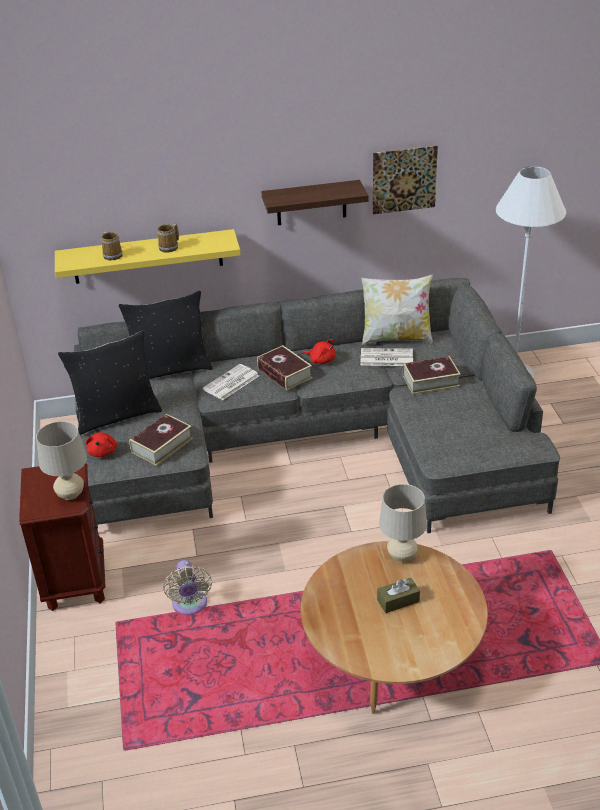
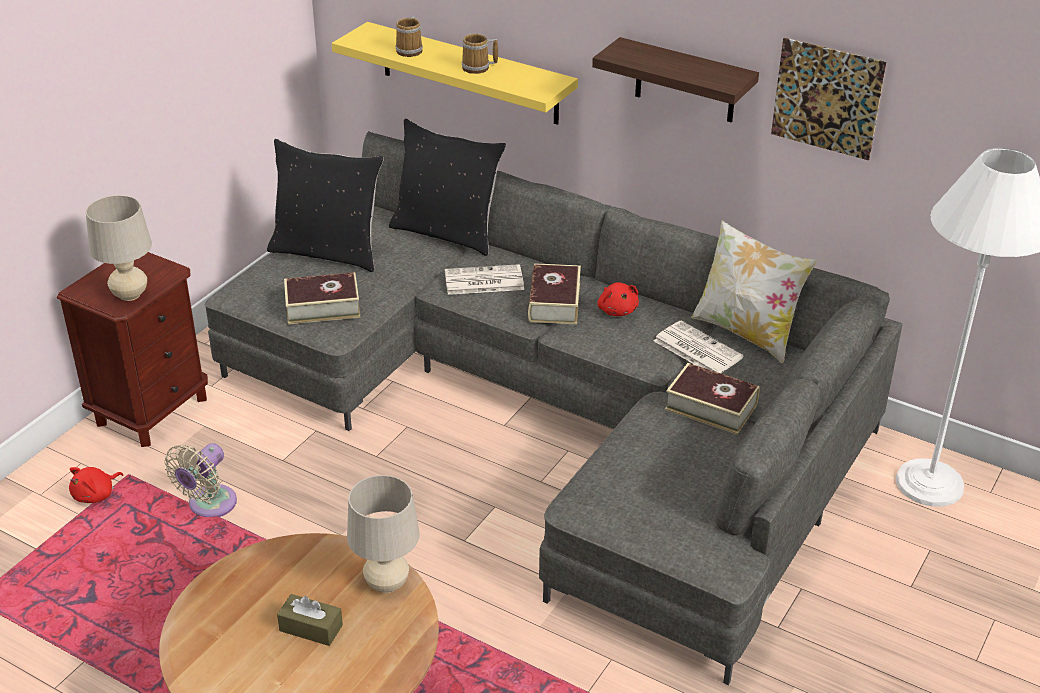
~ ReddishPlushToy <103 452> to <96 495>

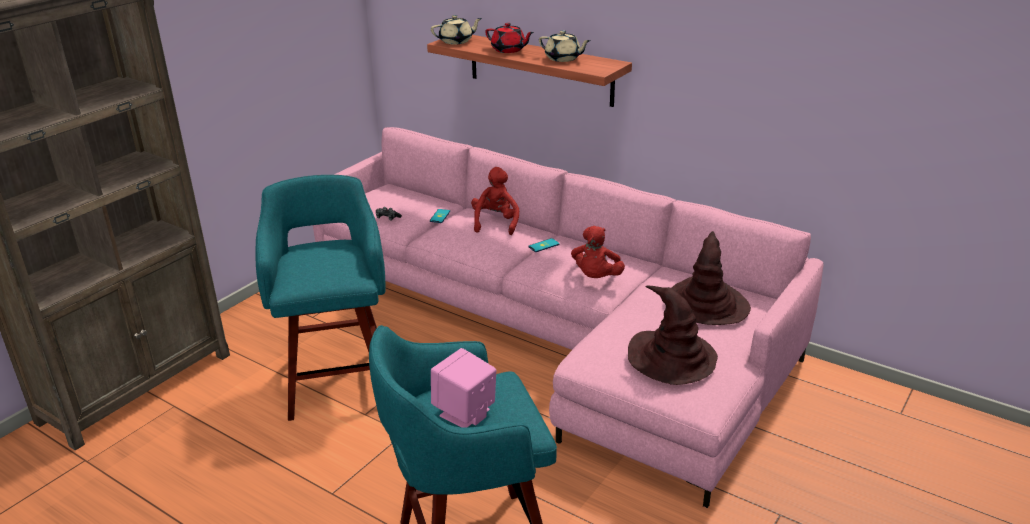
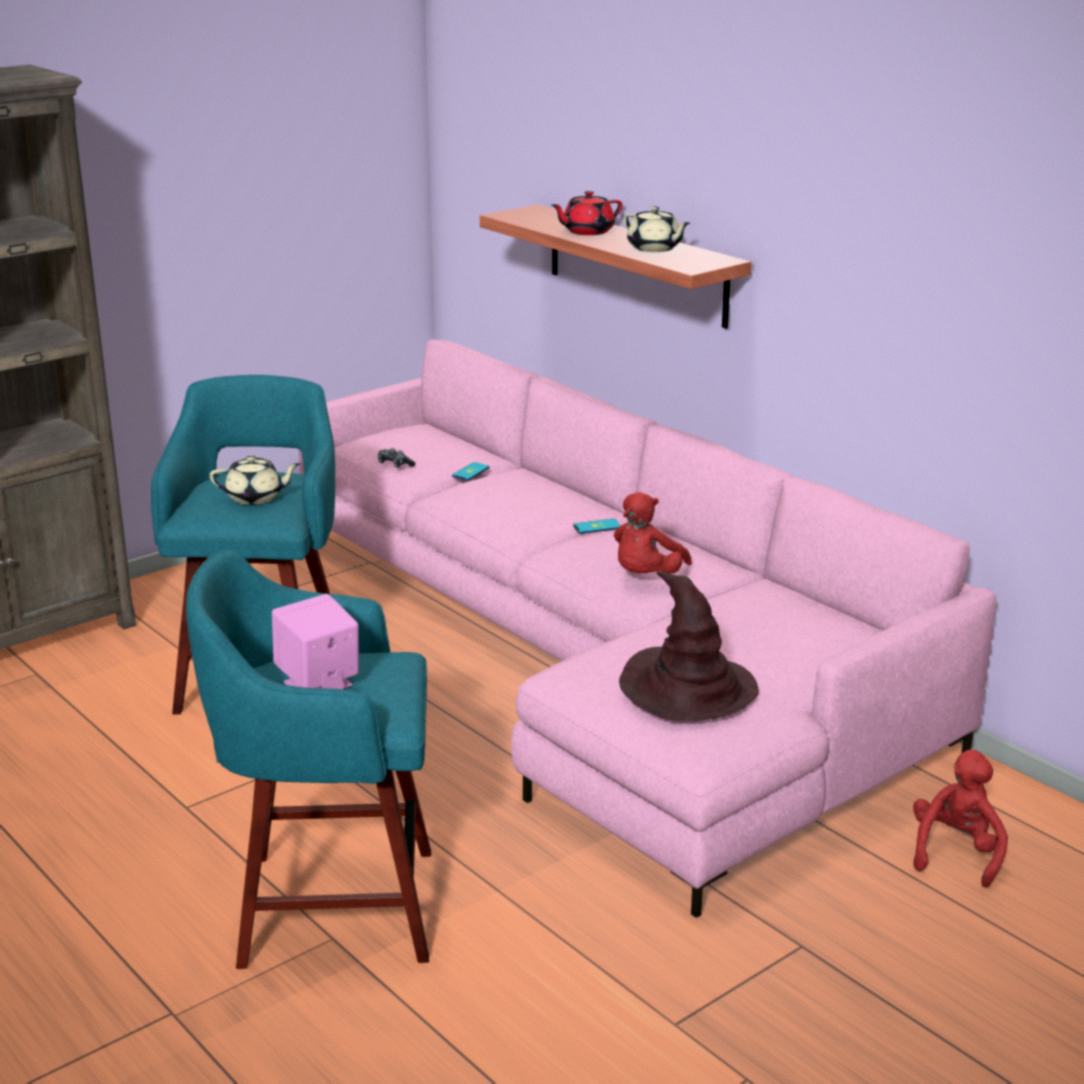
~ BeigeColouredPotForTea <456 41> to <255 497>
~ ReddishPotForTea <509 50> = <587 231> 105 degrees clockwise
~ ReddishPlushToy <496 223> to <956 853>
- BrownishHat <706 304>

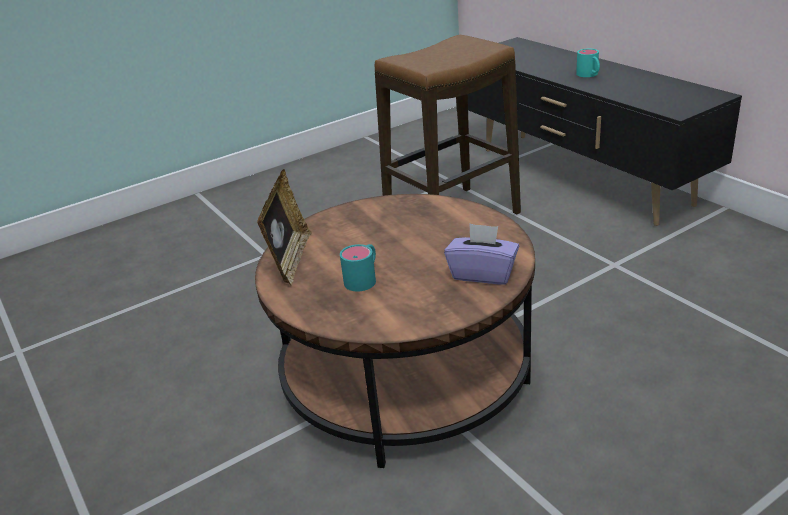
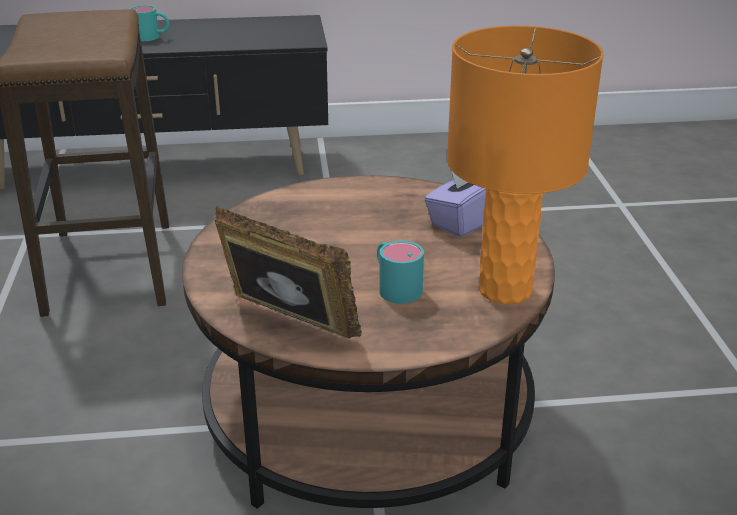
+ OrangeColouredTableLamp <505 289>

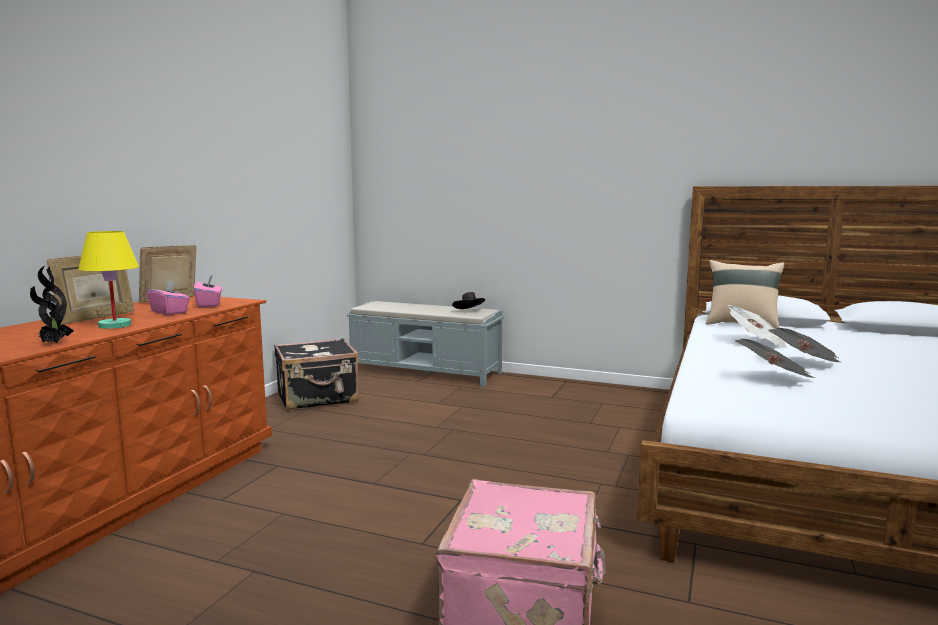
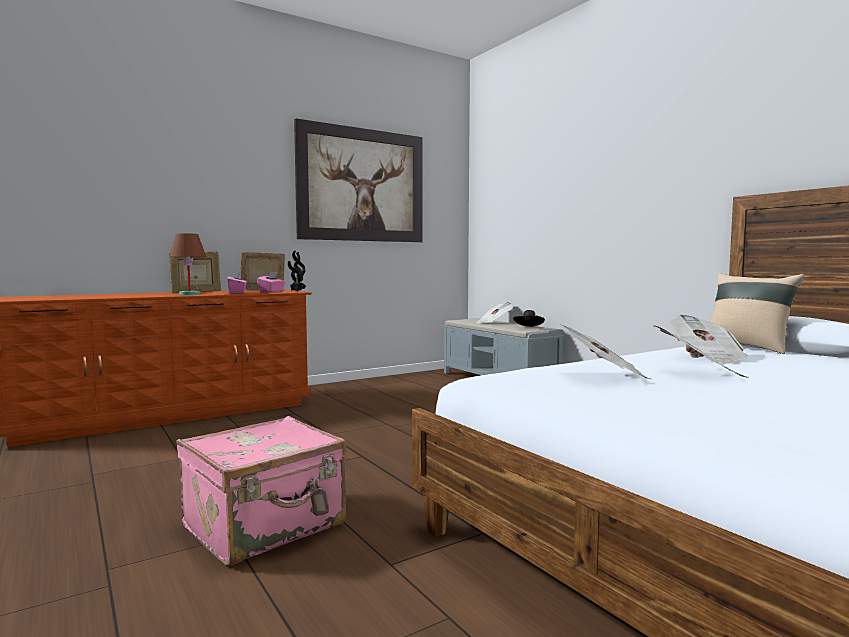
~ YellowishTableLamp <114 325> to BrownishTableLamp <189 294>
~ PottedPlant <54 343> to <297 292>
- BlackSuitcase <318 398>
+ WallPicture <362 185>
+ PrintedPaper <494 322>

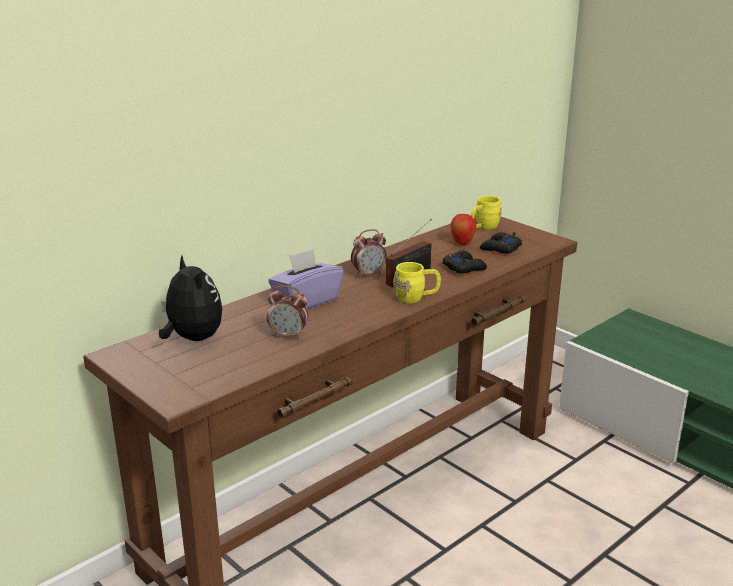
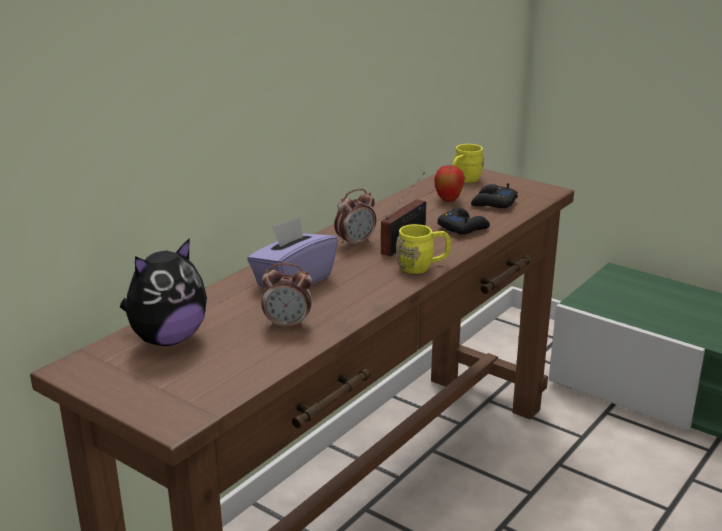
~ PlushToy <192 338> = <167 339> 90 degrees clockwise

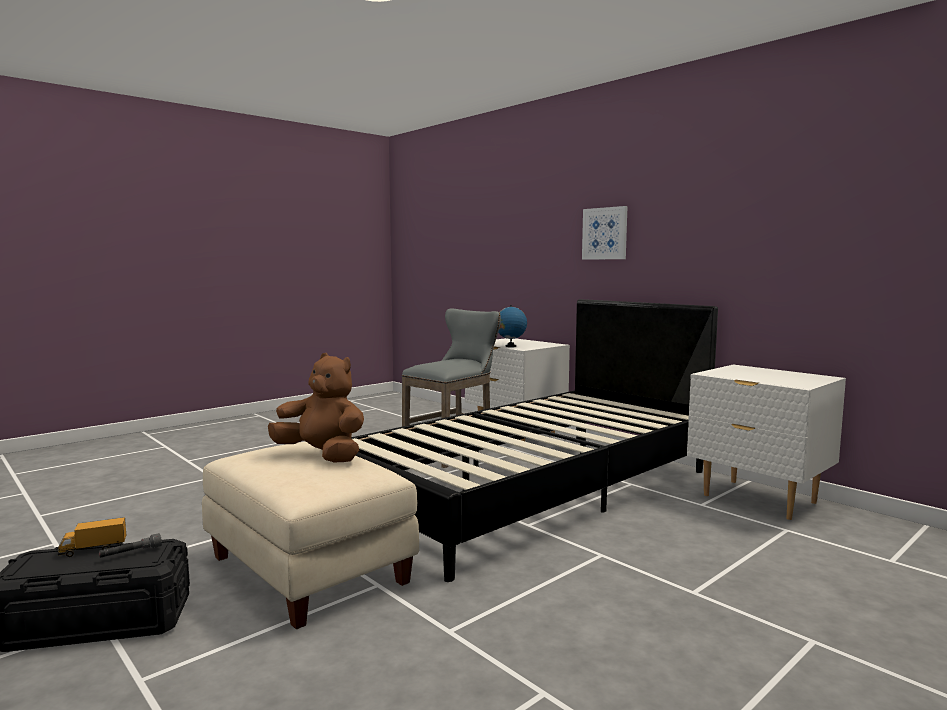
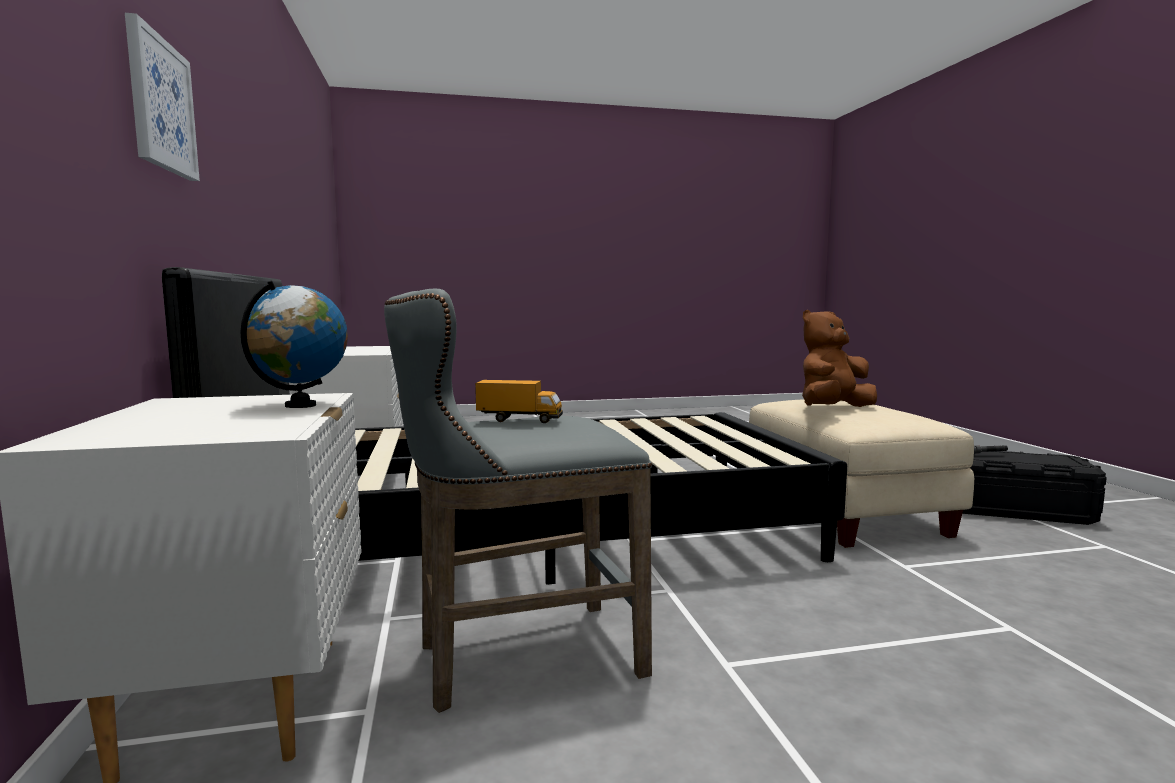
~ BrownishPlushToy <322 456> = <833 409> 90 degrees clockwise
~ ToyLorry <93 550> to <520 420>

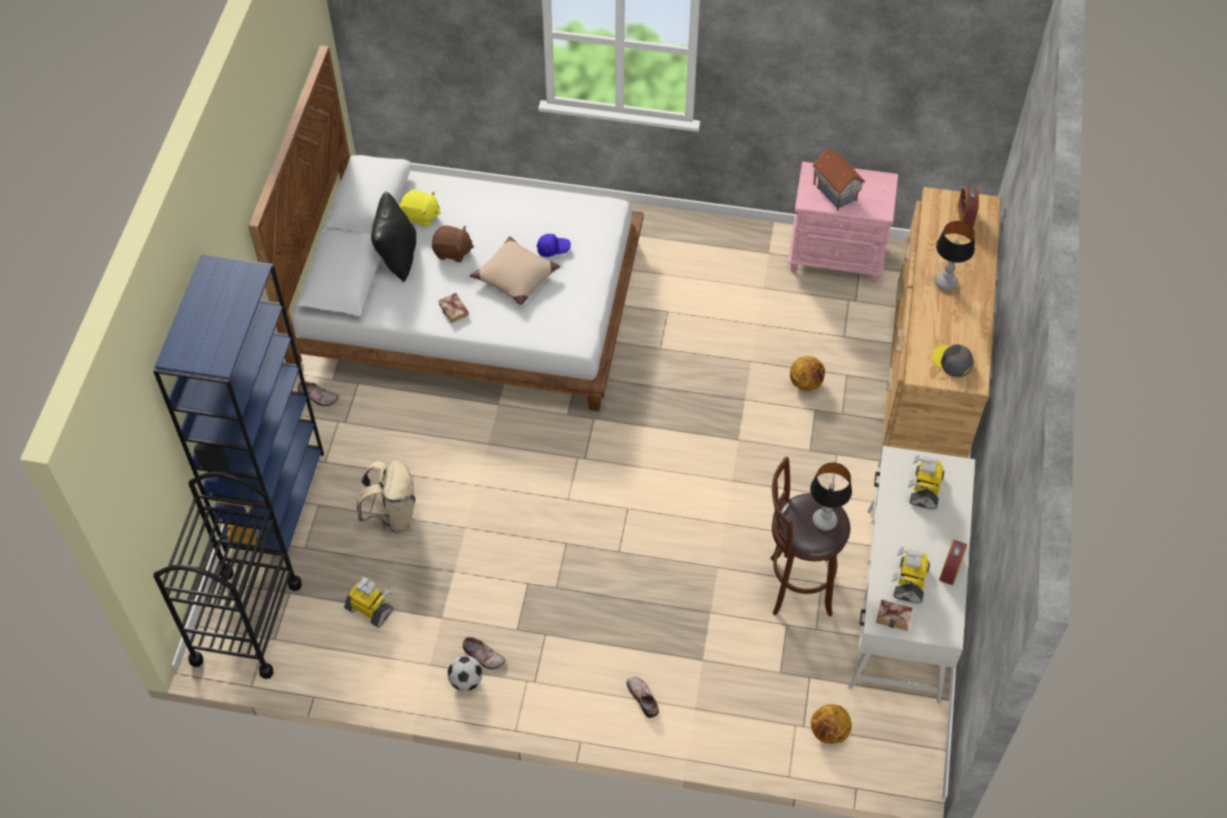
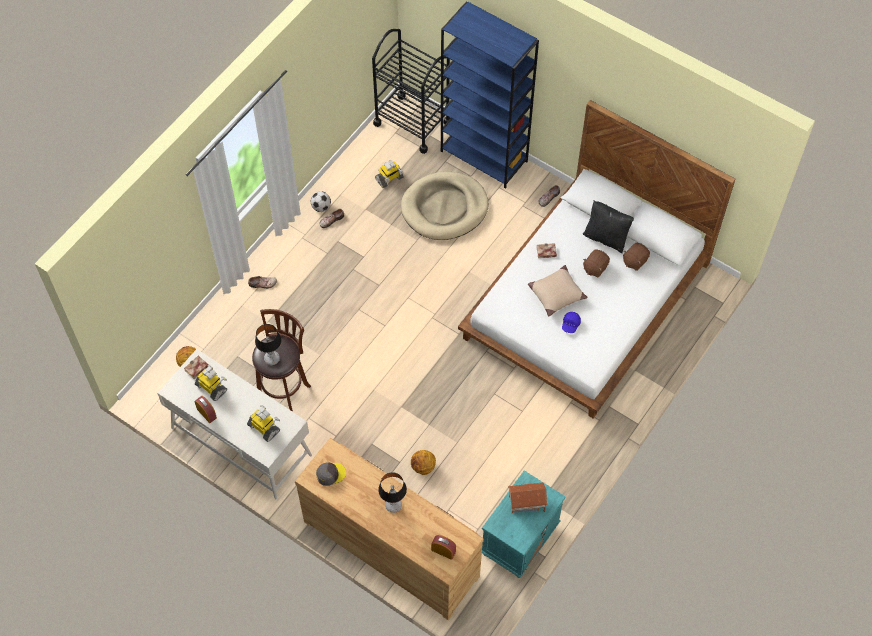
~ PinkBedsideTable <837 256> to TurquoiseColouredBedsideTable <519 541>
~ YellowishPlushToy <420 216> to BrownishPlushToy <634 261>
~ BeigeColouredKnapsack <393 515> to BeigeColouredDogCushion <444 208>

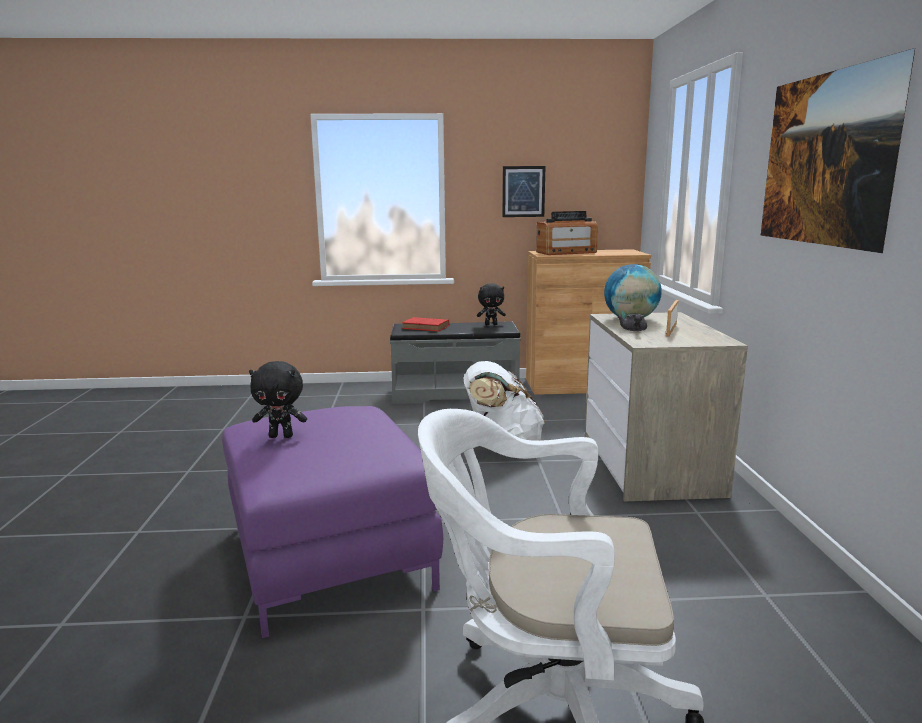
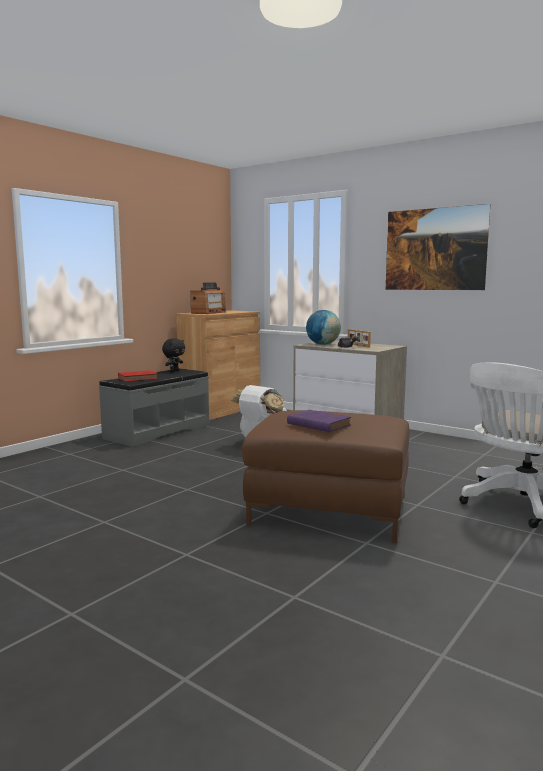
- WallPicture <523 191>
~ BlackPlushToy <281 436> to PurplishVolume <317 424>
~ PurplishOttoman <330 557> to BrownishOttoman <329 510>

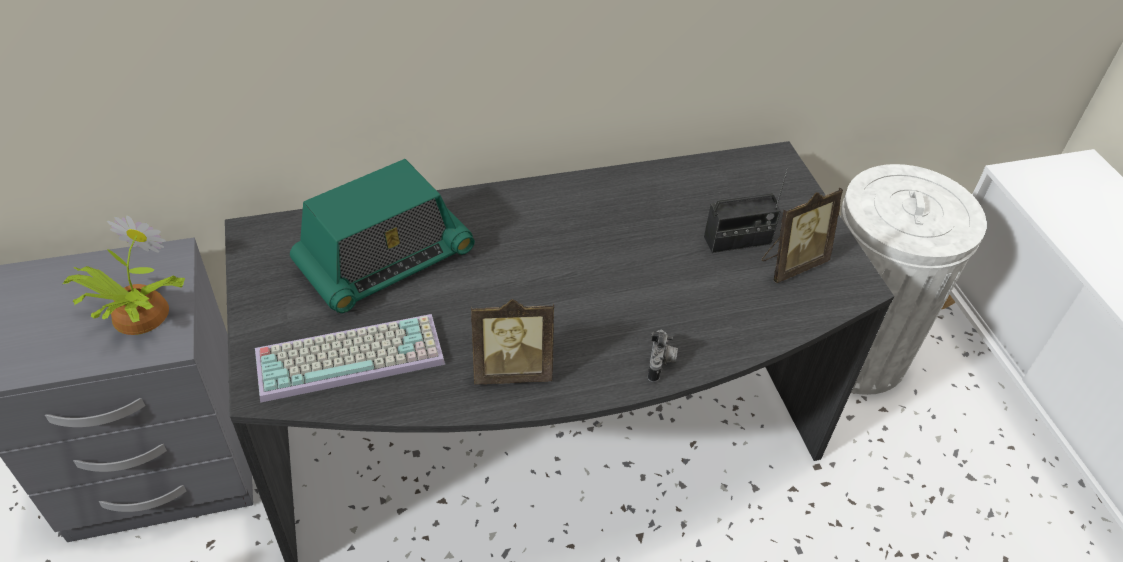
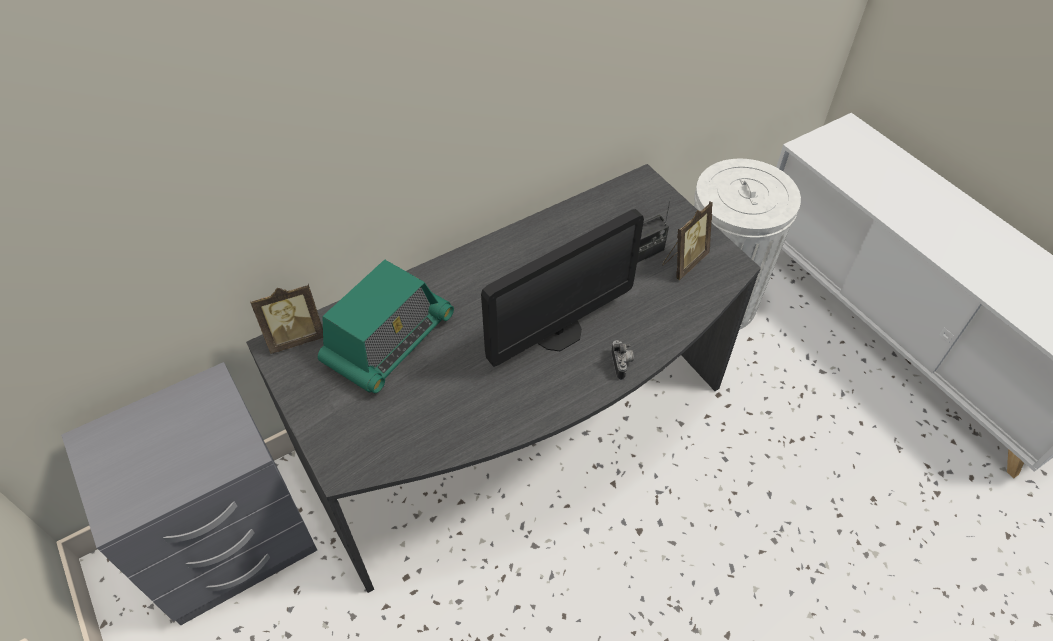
- PottedPlant <136 315>
~ PictureFrame <512 370> to <296 337>
- PcKeyboard <352 355>
+ ComputerScreen <557 332>

